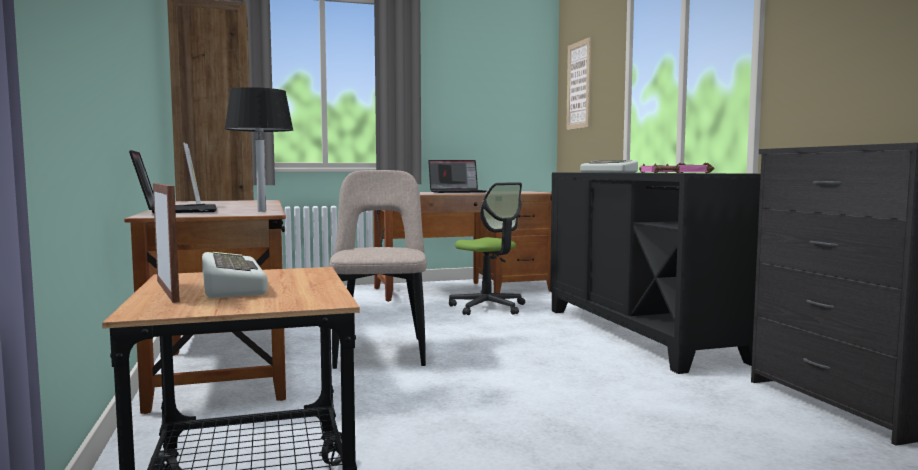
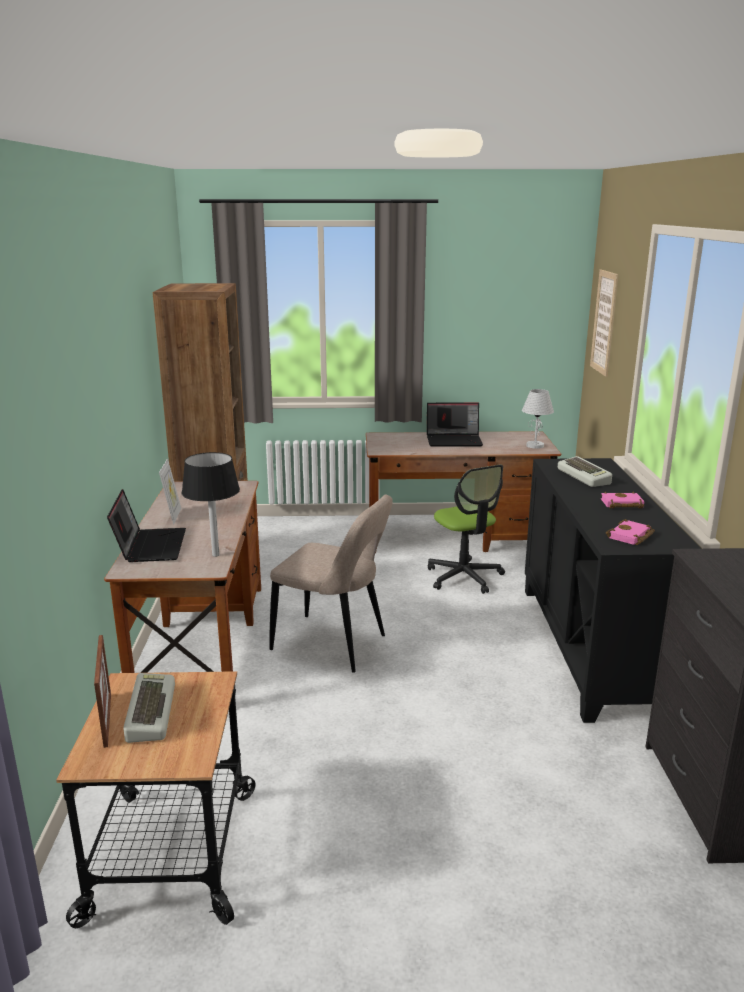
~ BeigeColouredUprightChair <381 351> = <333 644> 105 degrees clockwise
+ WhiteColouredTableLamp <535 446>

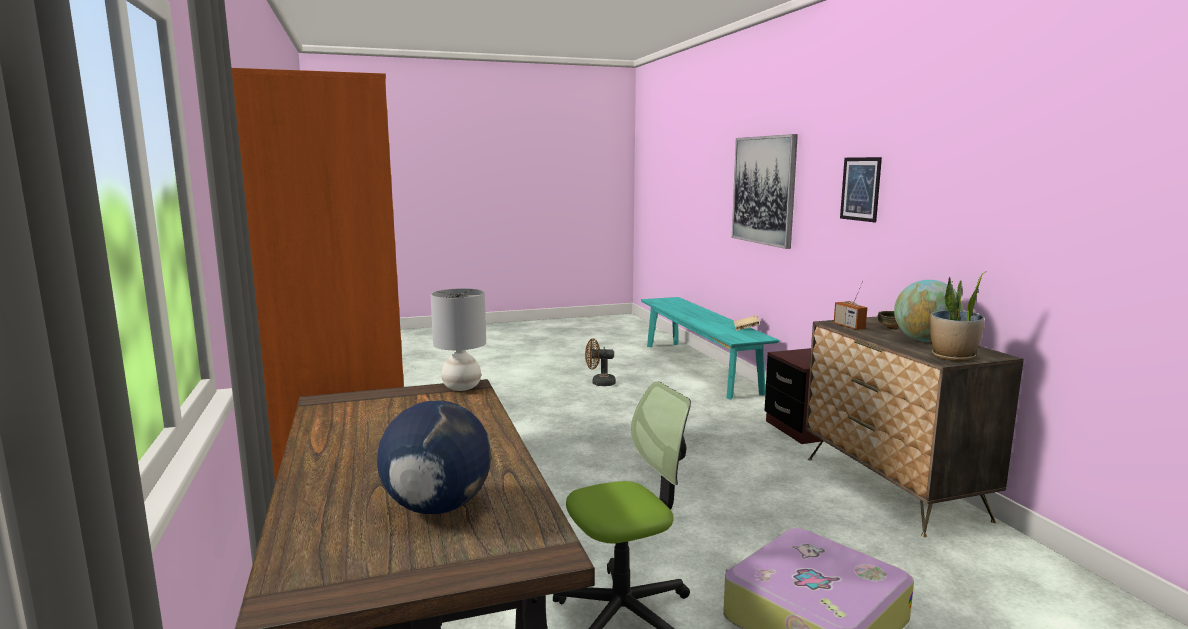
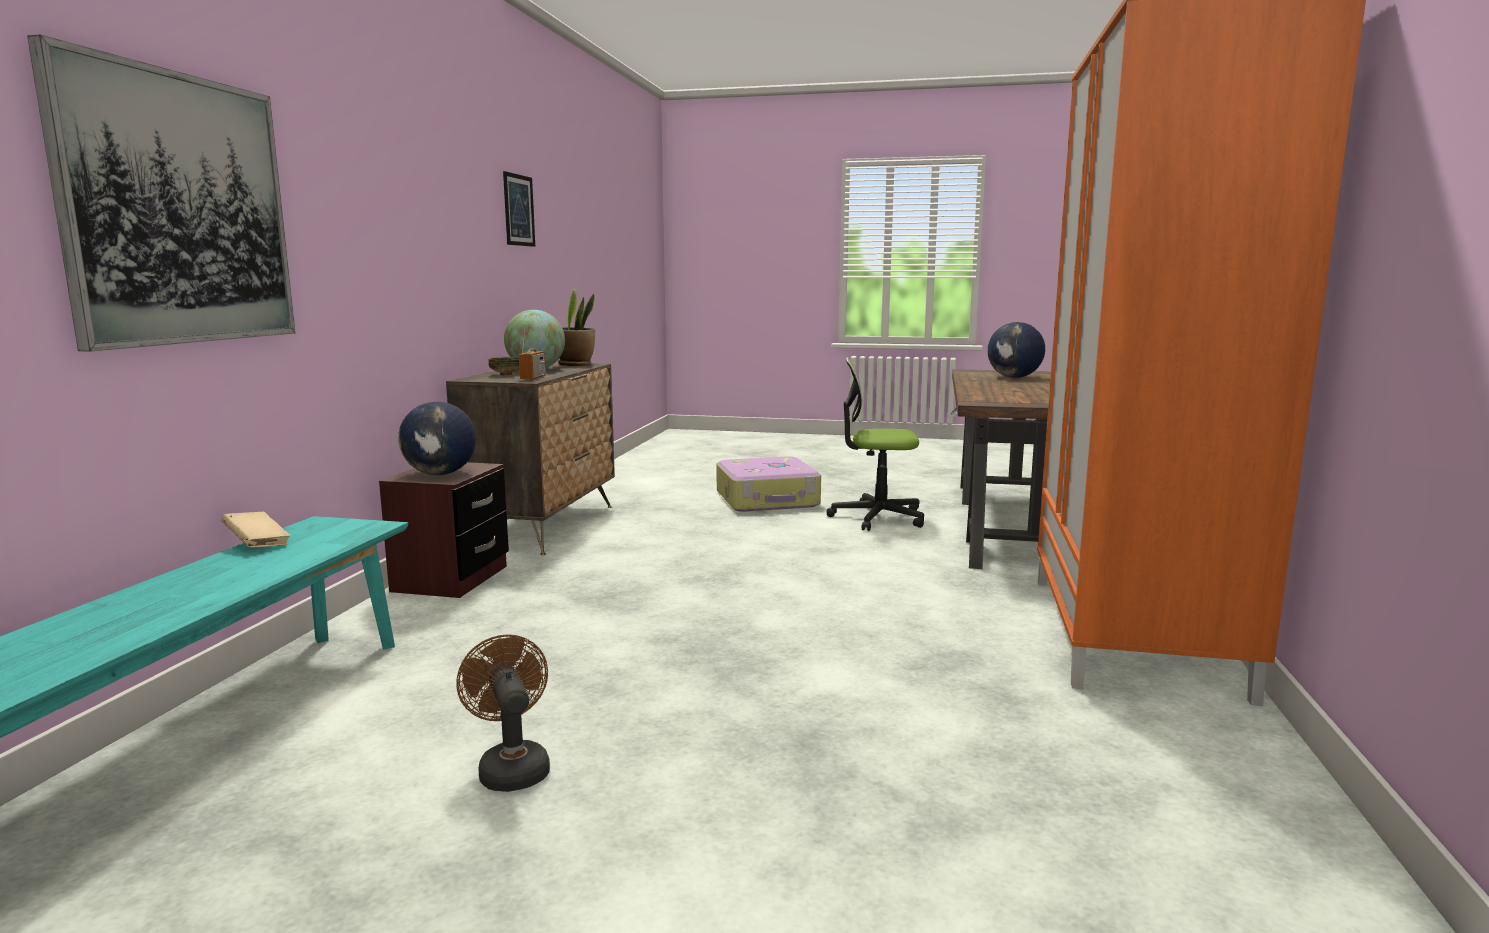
~ WallPicture <860 189> to <519 210>
- GreyishTableLamp <461 387>
~ BrownishCoolingFan <599 383> = <511 767> 150 degrees counterclockwise
+ Globe <440 474>

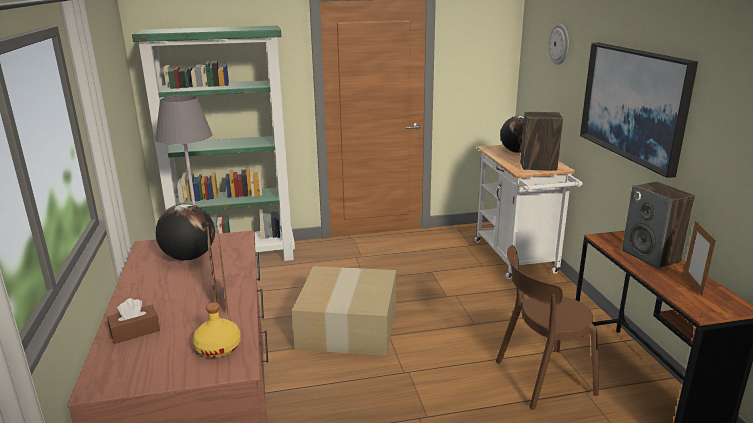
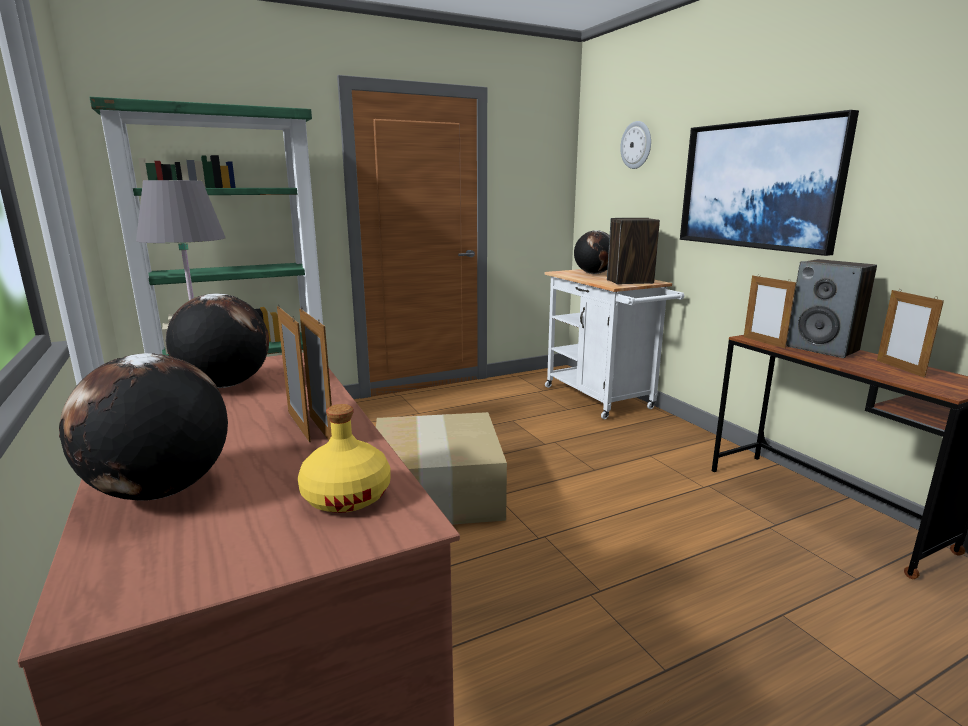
- BrownishUprightChair <540 378>
~ BrownishBoxOfTissues <135 331> to Globe <160 491>
+ PictureFrame <763 342>

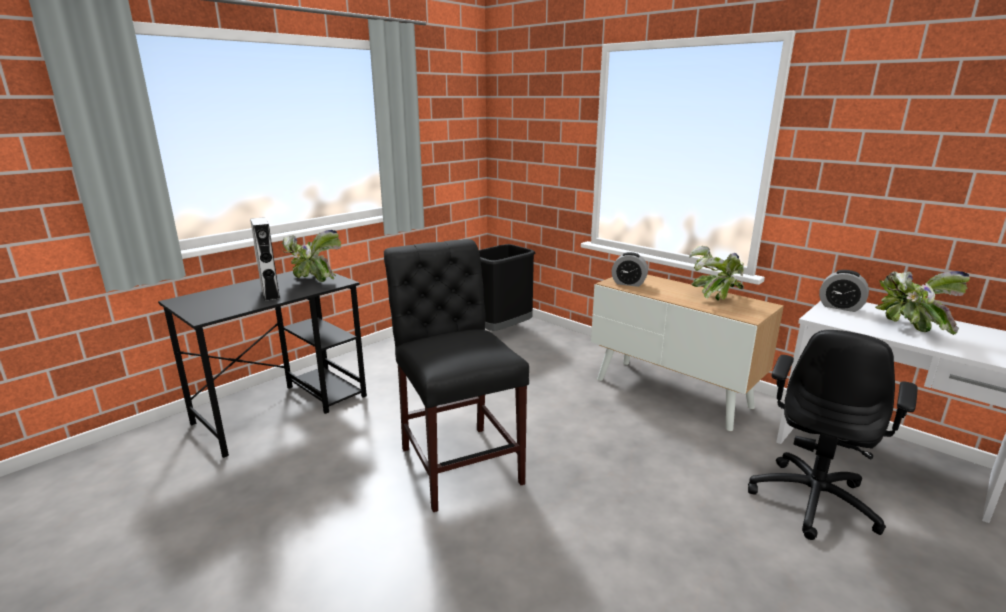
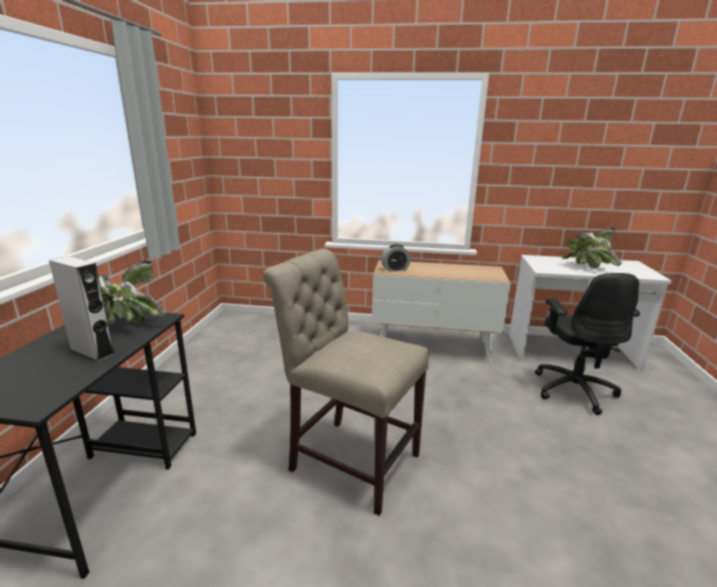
~ BlackUprightChair <458 460> to BeigeColouredUprightChair <349 459>
- BlackWasteBin <501 331>
- PottedPlant <714 297>
- BedsideClock <840 307>

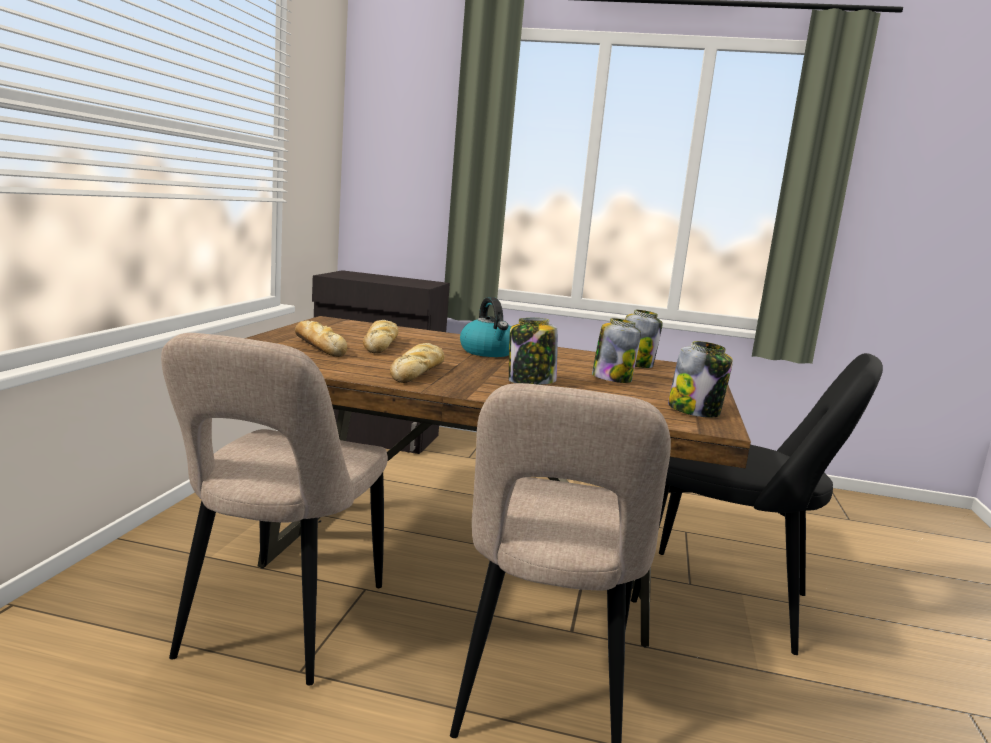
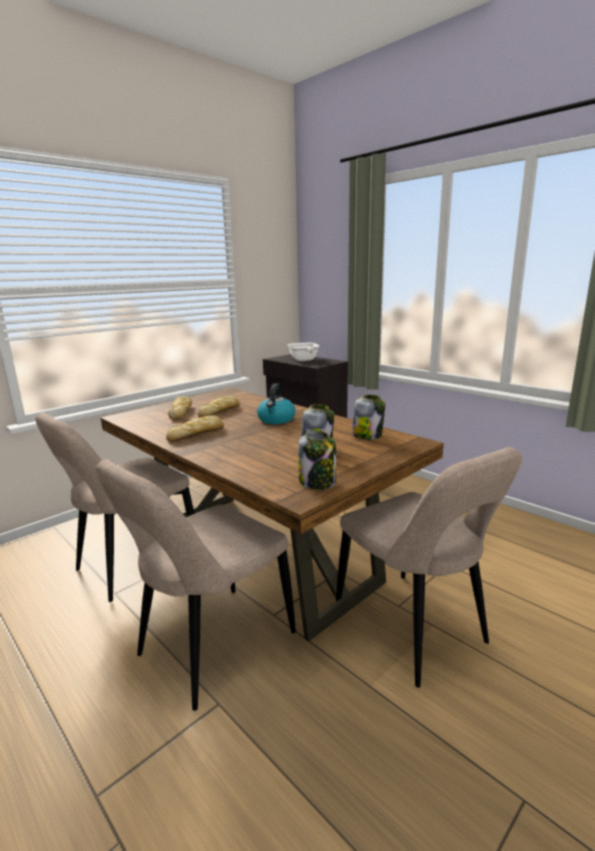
- Jar <530 382>
~ BlackUprightChair <730 602> to BeigeColouredUprightChair <414 629>
+ Skillet <303 360>

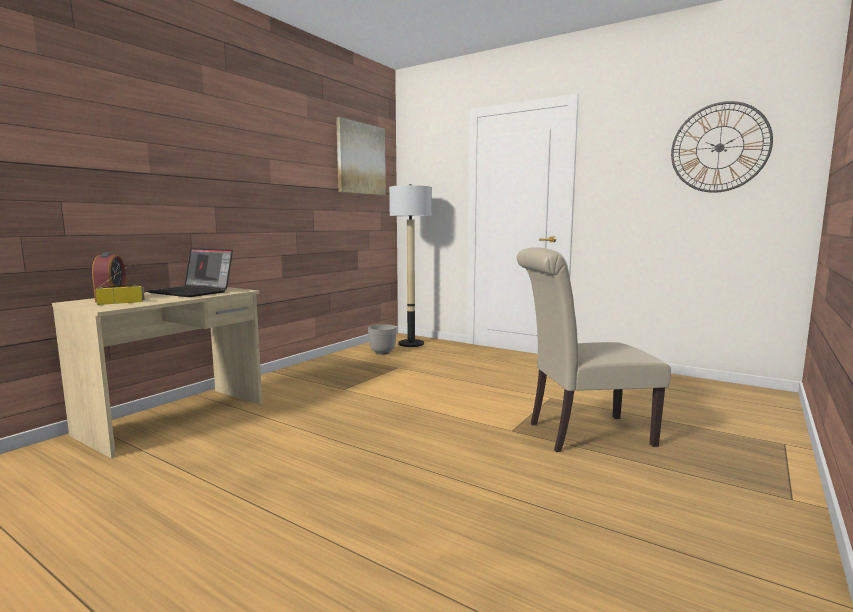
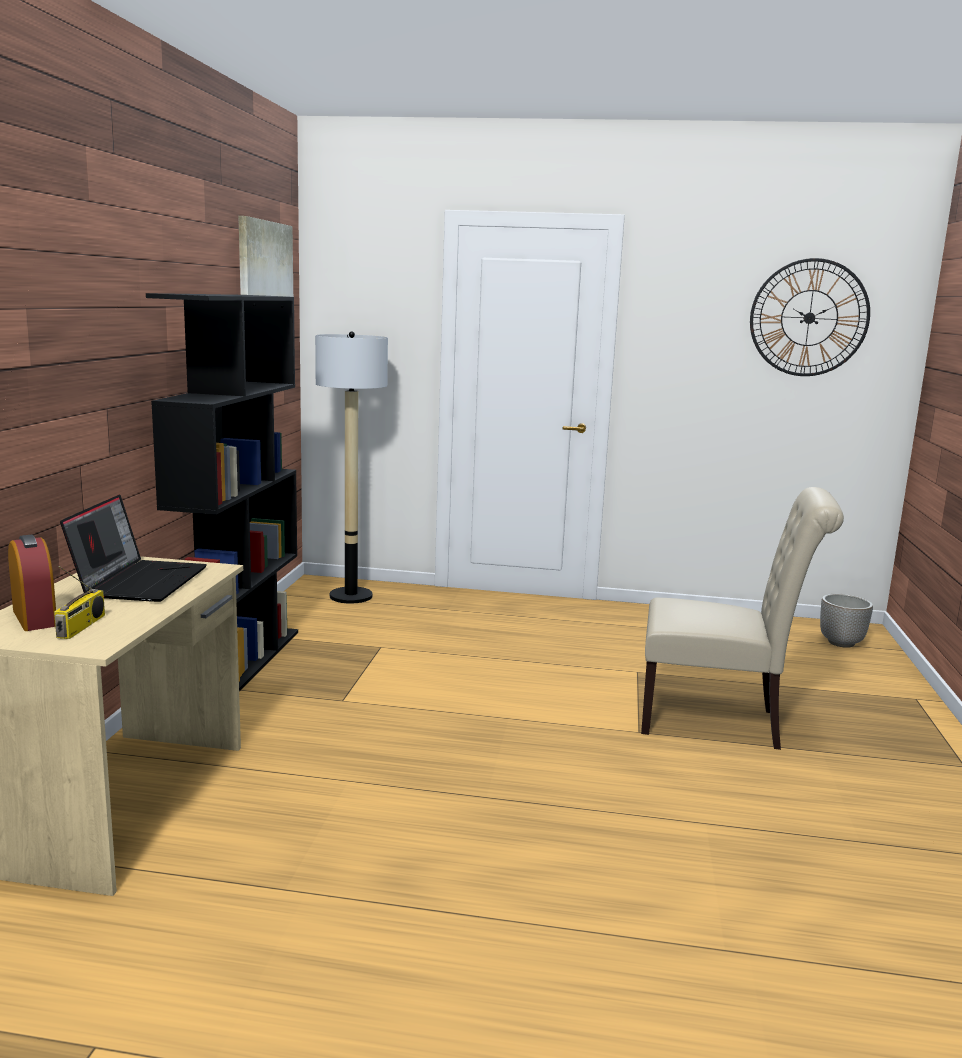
~ BeigeColouredUprightChair <582 434> = <719 722> 135 degrees counterclockwise
~ Laptop <193 292> = <139 581> 90 degrees counterclockwise
~ RadioSet <121 302> = <81 627> 150 degrees clockwise
~ PlantPot <382 352> to <840 643>
+ BlackBookshelf <238 663>

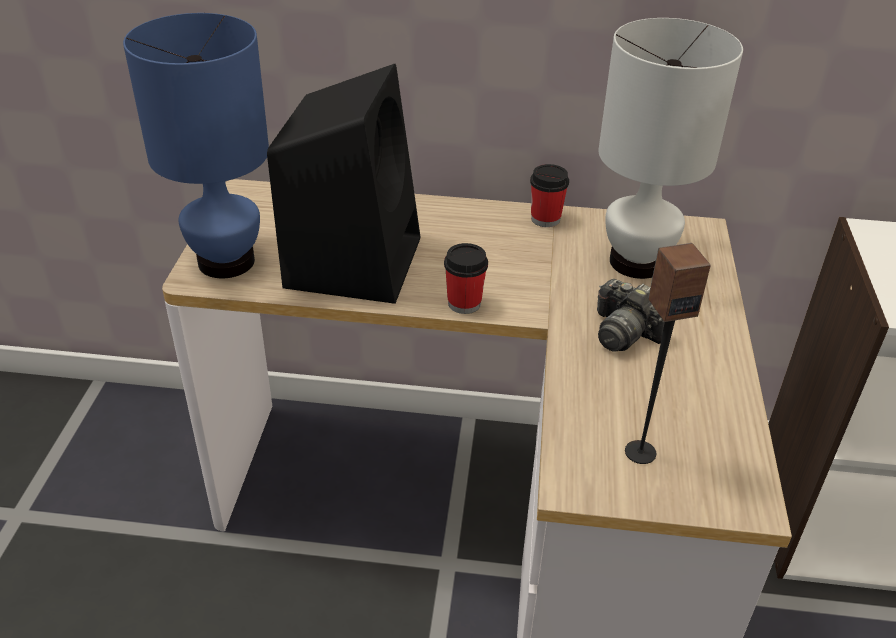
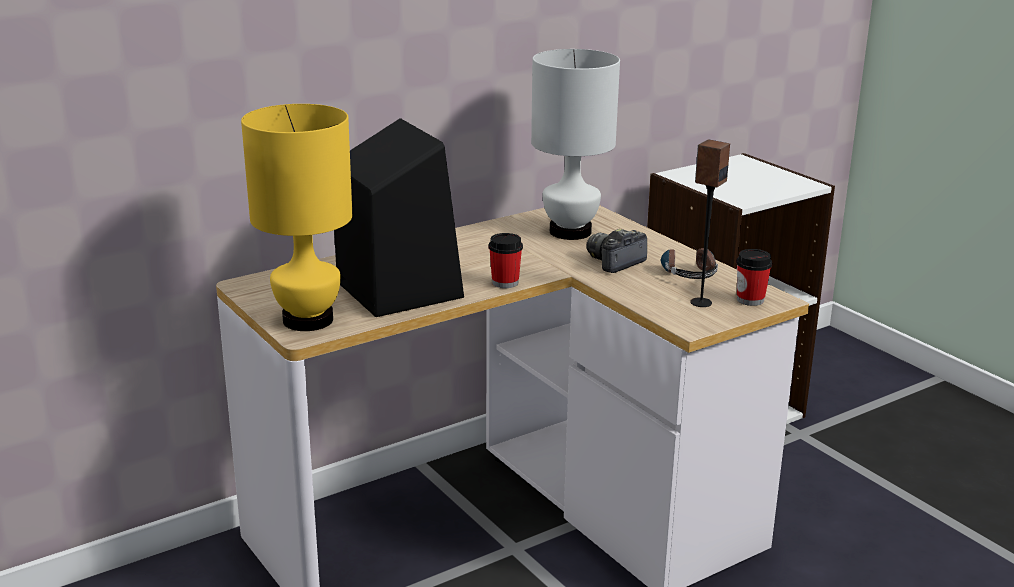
~ BlueColouredTableLamp <225 262> to YellowishTableLamp <308 320>
~ DrinkingCup <545 219> to <750 300>
~ StillCamera <625 333> = <615 262> 135 degrees clockwise
+ PairOfHeadphones <687 271>

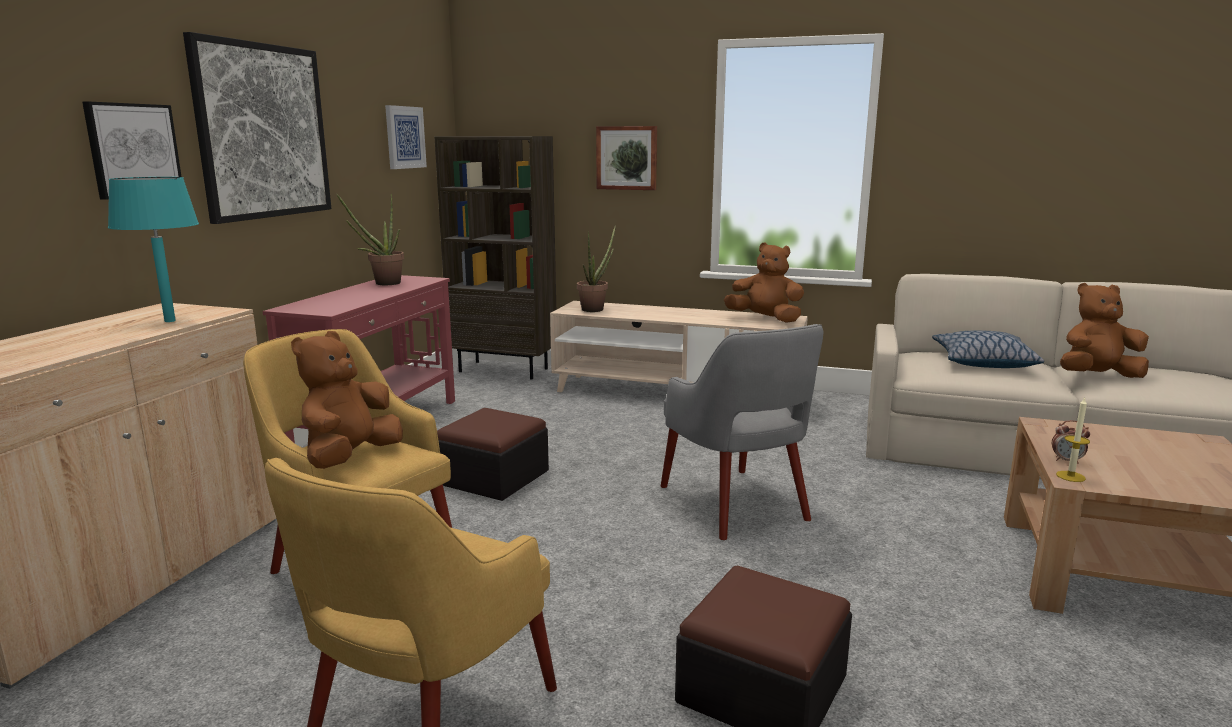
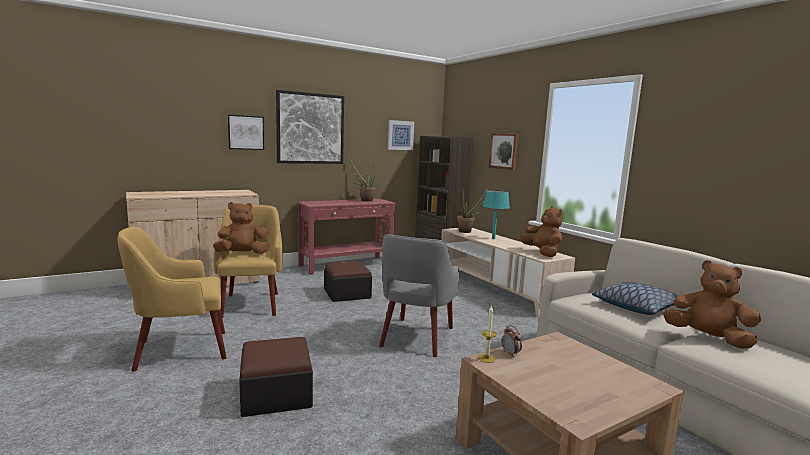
~ TurquoiseColouredTableLamp <170 321> to <493 238>

